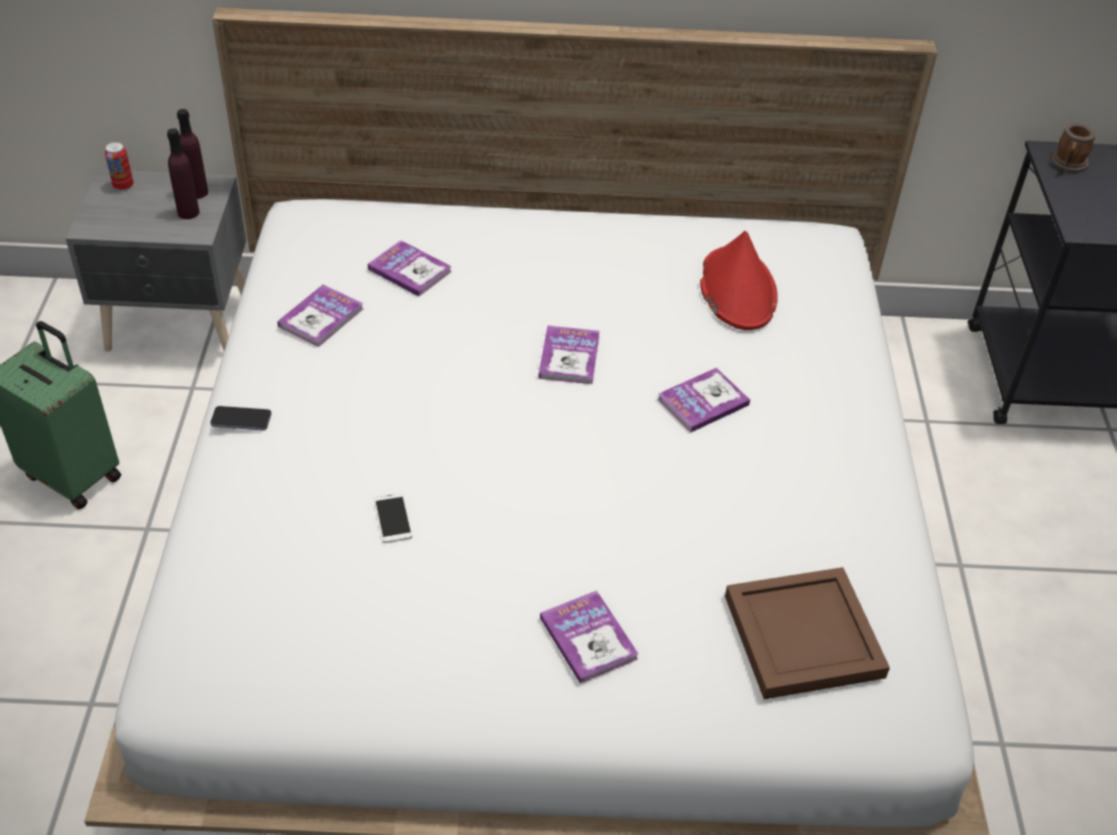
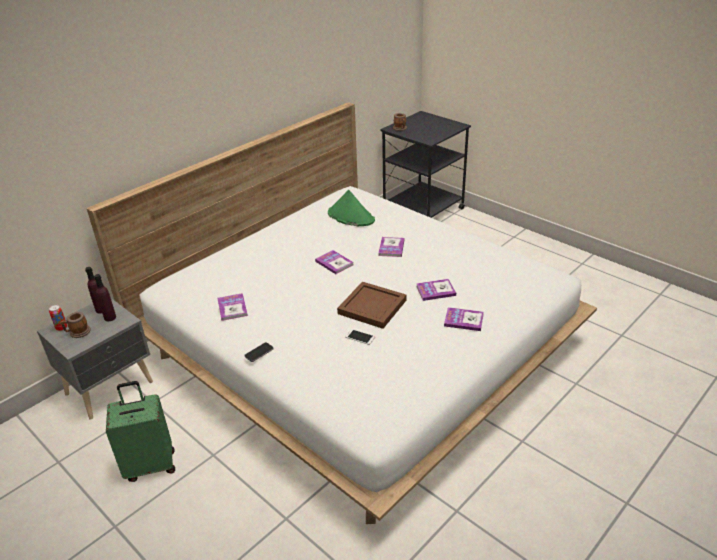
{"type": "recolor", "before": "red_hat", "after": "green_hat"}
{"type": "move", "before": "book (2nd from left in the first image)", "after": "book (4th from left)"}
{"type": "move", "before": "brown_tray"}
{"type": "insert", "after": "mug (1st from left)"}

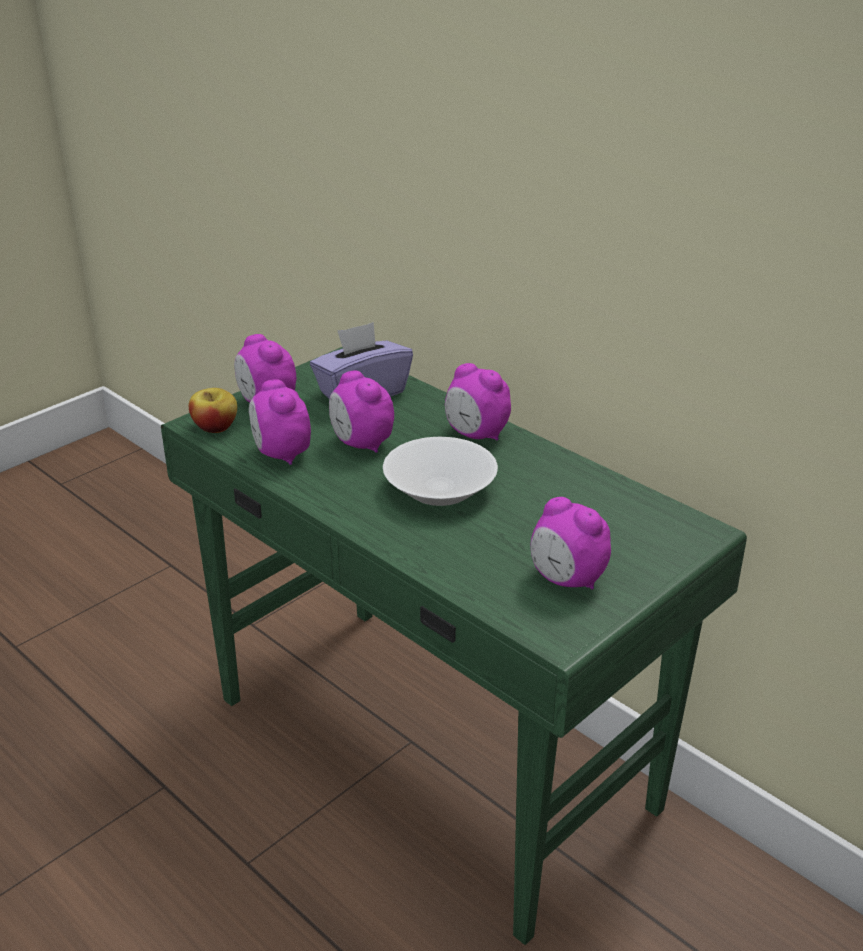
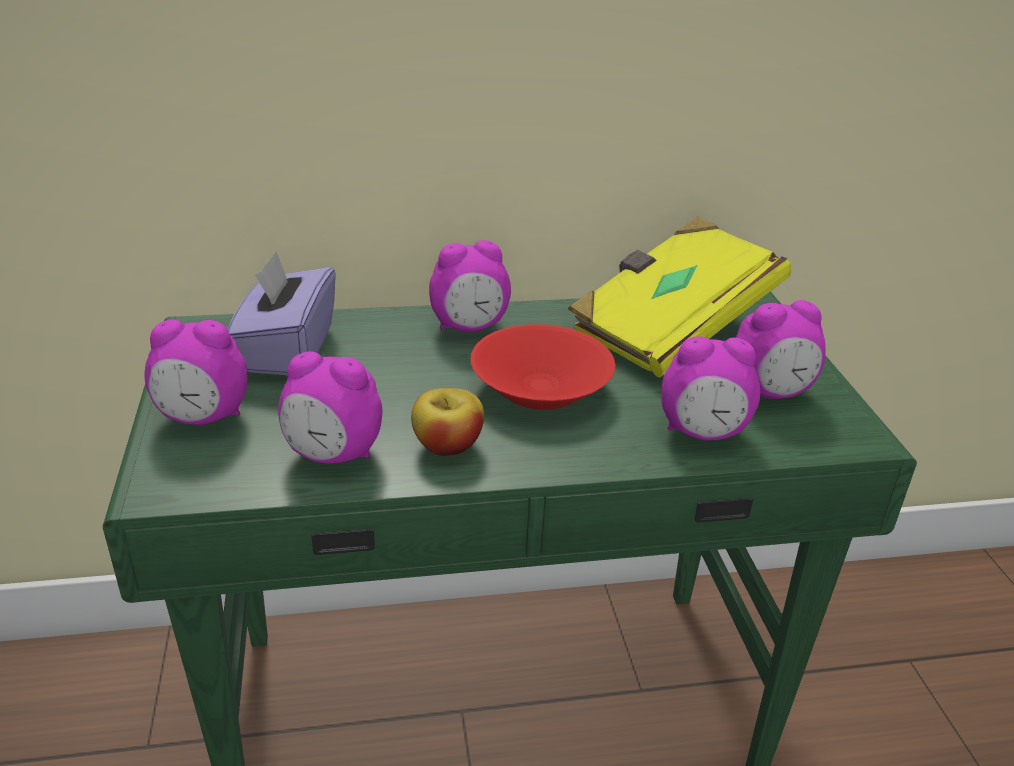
{"type": "move", "before": "alarm_clock (3rd from left in the first image)", "after": "alarm_clock (4th from left)"}
{"type": "move", "before": "apple"}
{"type": "recolor", "before": "white_bowl", "after": "red_bowl"}
{"type": "insert", "after": "yellow_book"}

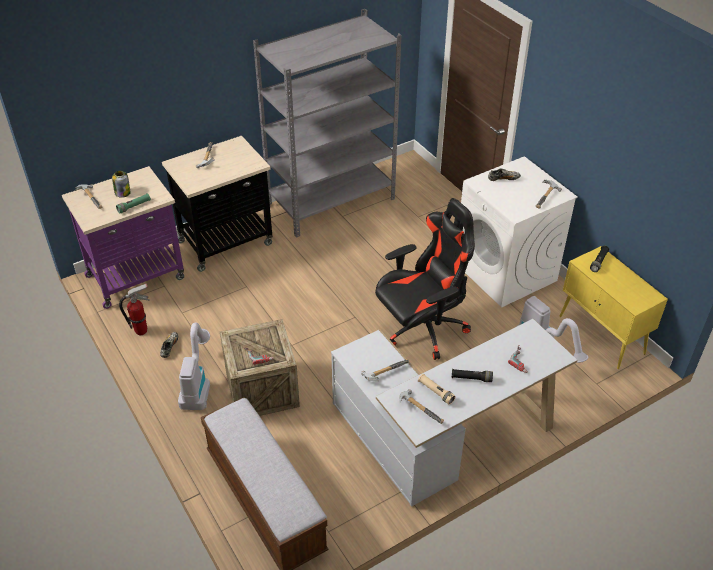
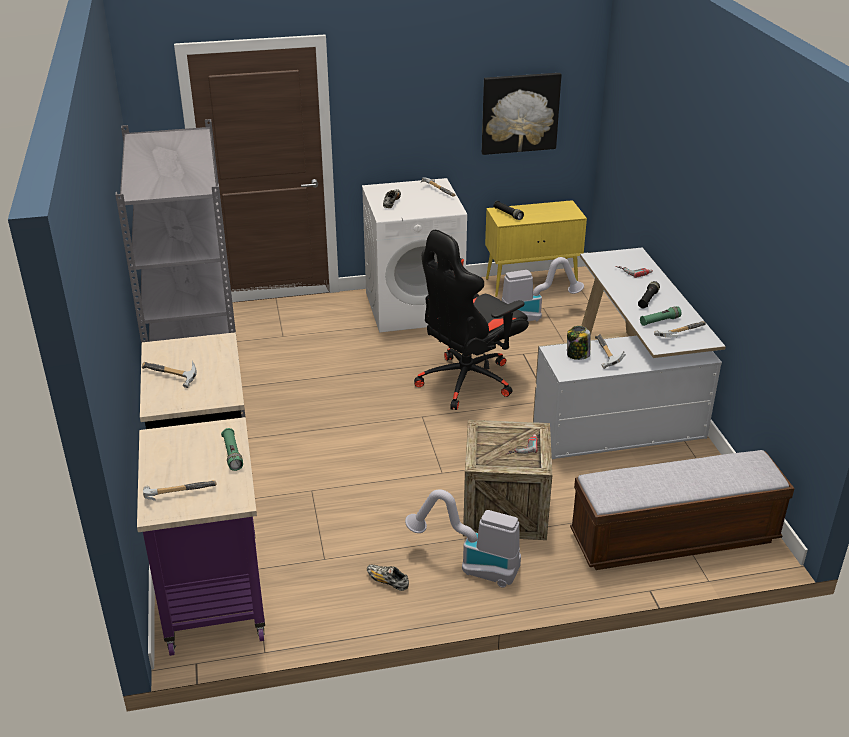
{"type": "move", "before": "jar"}
{"type": "rotate", "before": "black_office_chair", "turn": -120}
{"type": "delete", "before": "fire_extinguisher"}
{"type": "recolor", "before": "beige_flashlight", "after": "green_flashlight (2nd from left)"}
{"type": "insert", "after": "picture"}

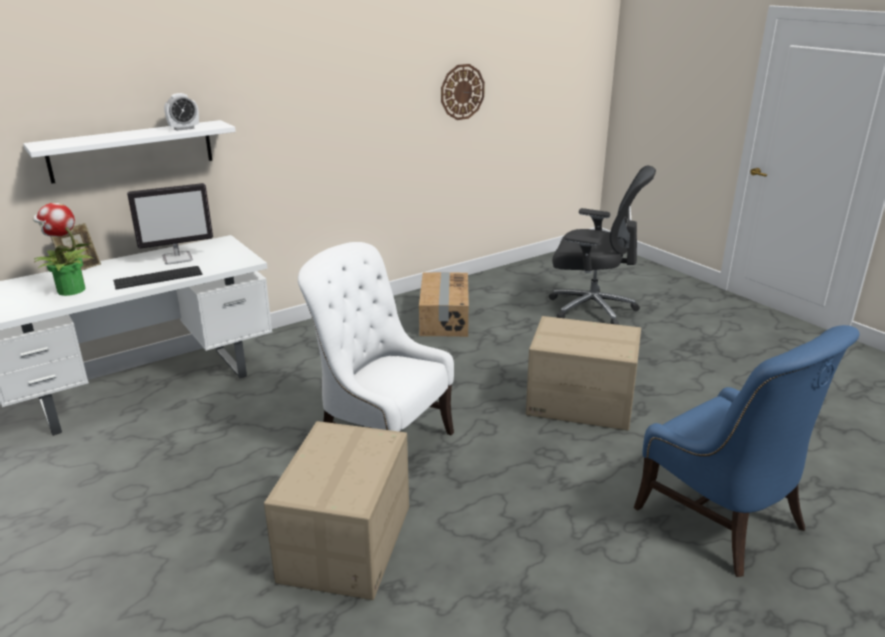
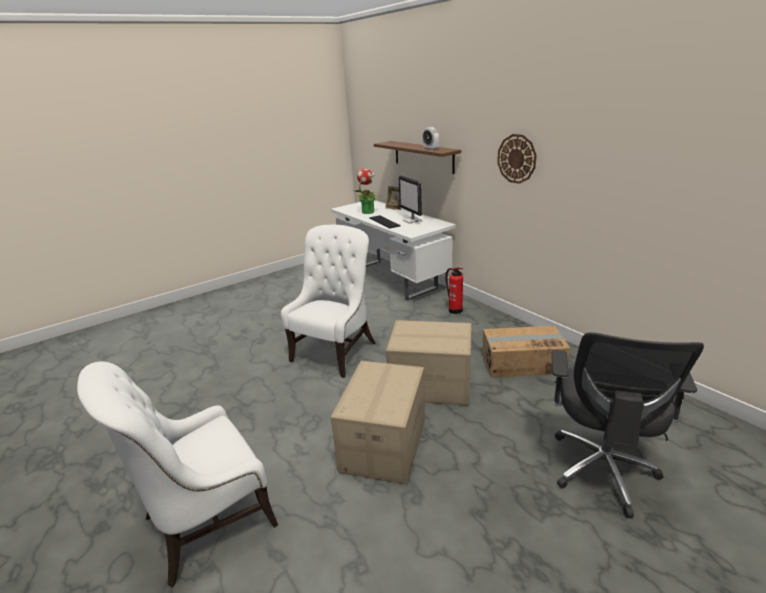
{"type": "move", "before": "wall_clock"}
{"type": "recolor", "before": "white_shelf", "after": "brown_shelf"}
{"type": "recolor", "before": "blue_chair", "after": "white_chair (1st from left)"}
{"type": "move", "before": "cardboard_box (1st from left in the first image)", "after": "cardboard_box (2nd from left)"}
{"type": "insert", "after": "fire_extinguisher"}

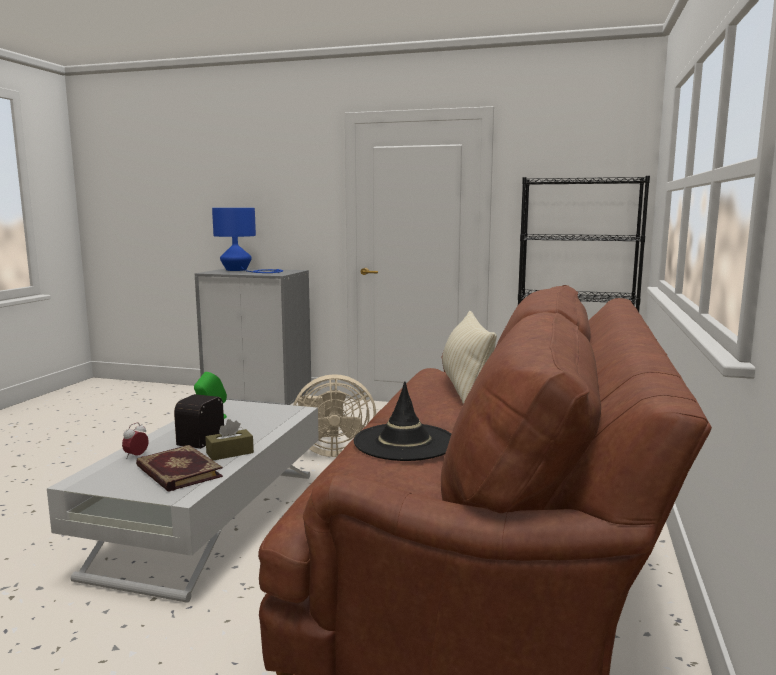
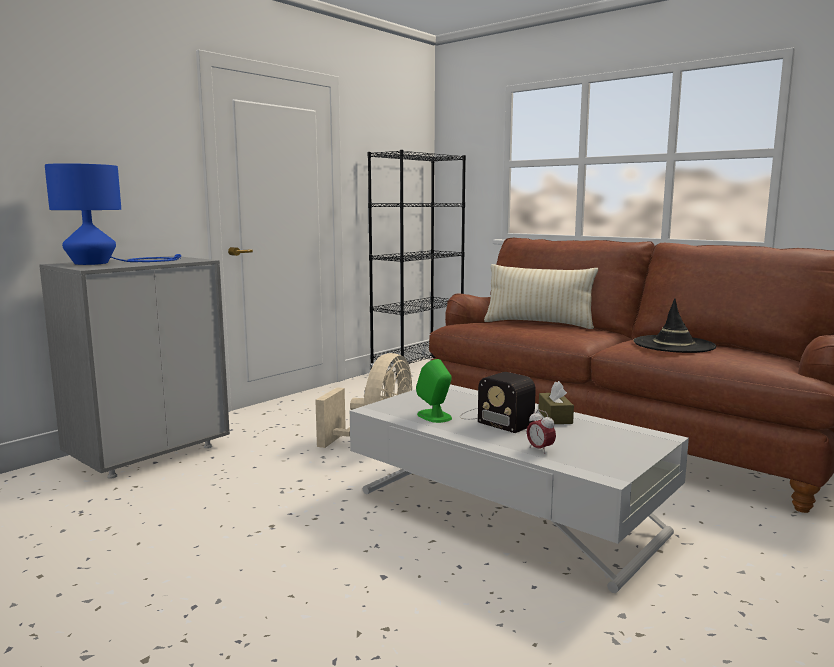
{"type": "delete", "before": "book"}

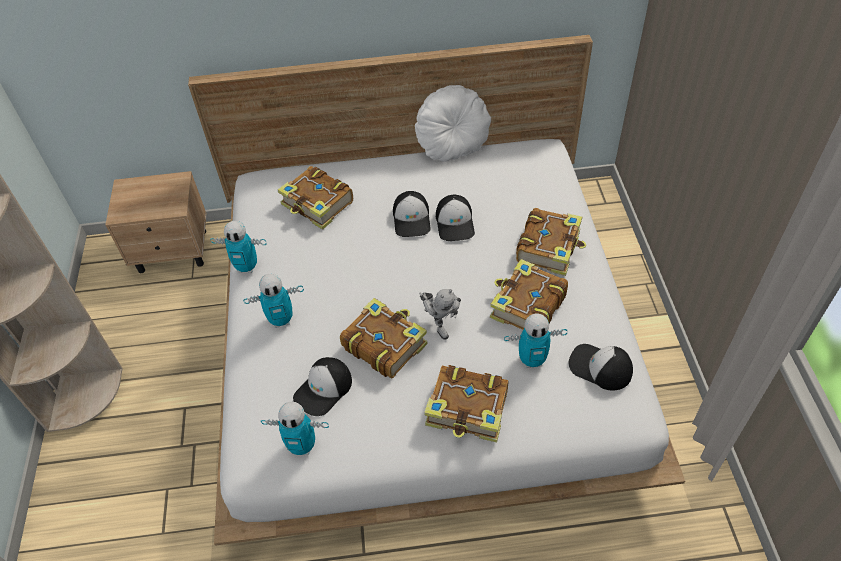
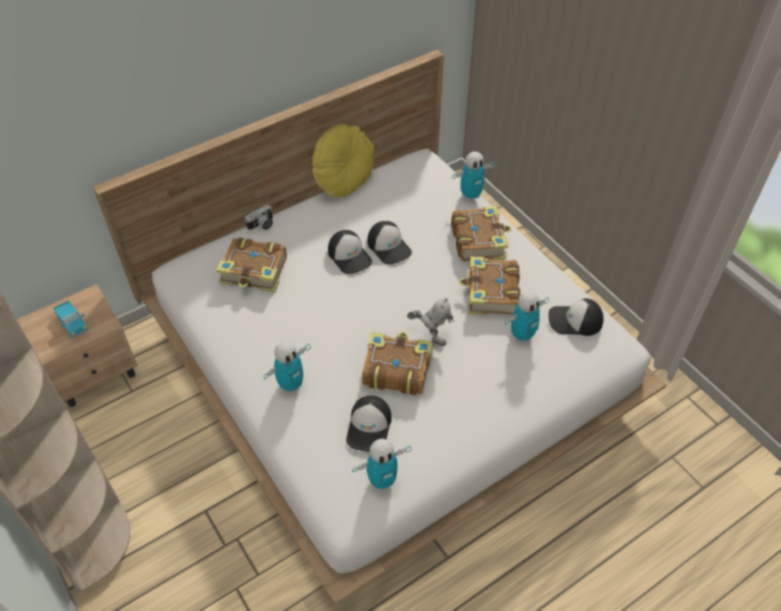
{"type": "recolor", "before": "white_pillow", "after": "yellow_pillow"}
{"type": "move", "before": "toy_robot (1st from left in the first image)", "after": "toy_robot (4th from left)"}
{"type": "delete", "before": "book (3rd from left)"}
{"type": "insert", "after": "photo_camera"}
{"type": "insert", "after": "toy_truck"}

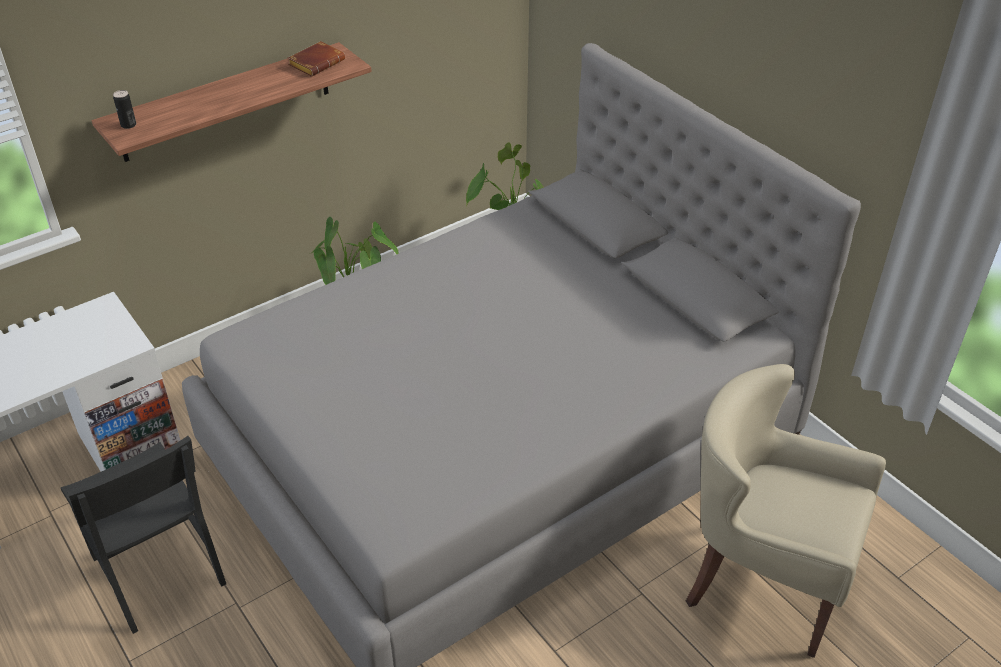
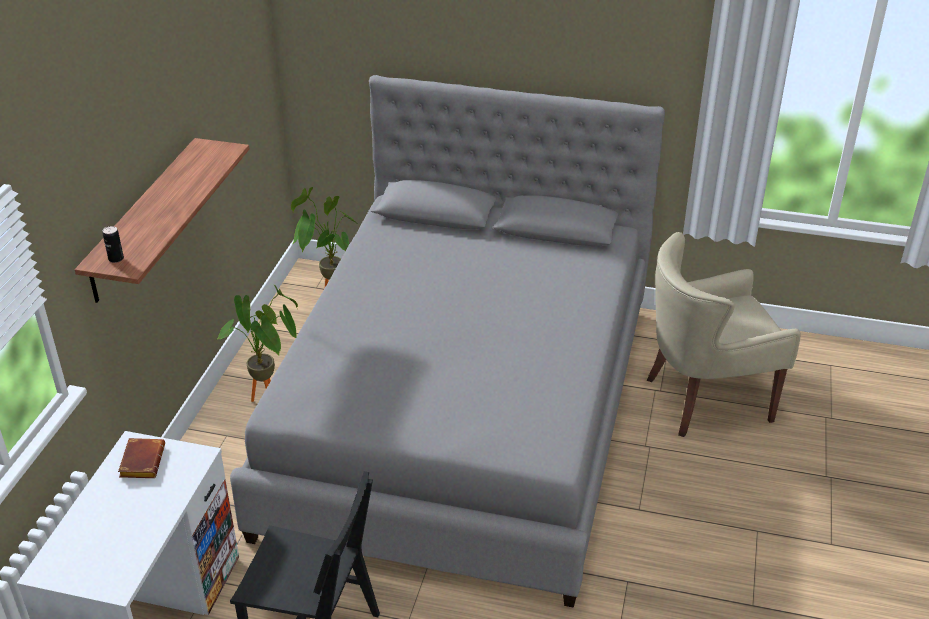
{"type": "move", "before": "brown_book"}

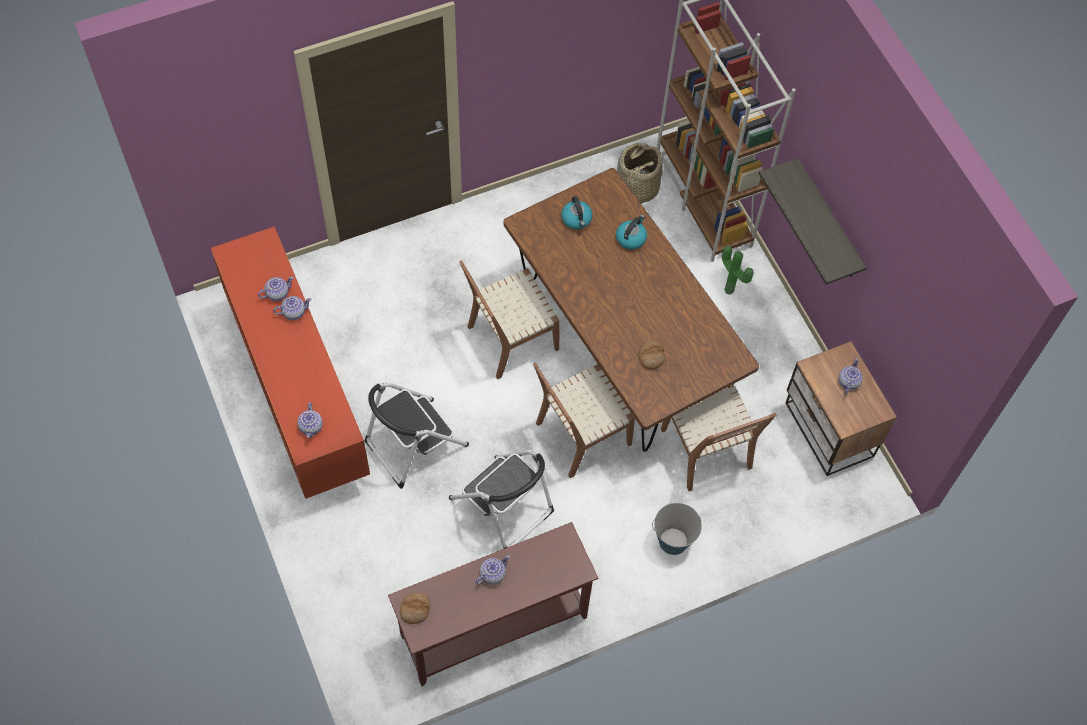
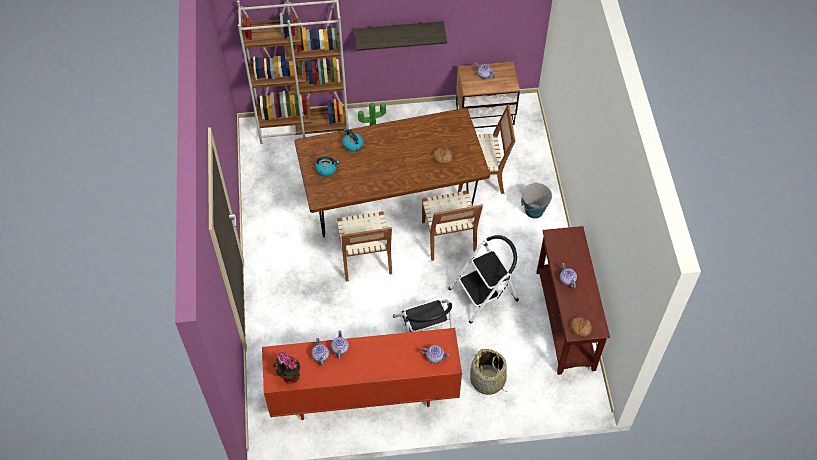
{"type": "move", "before": "basket"}
{"type": "insert", "after": "potted_plant (1st from left)"}

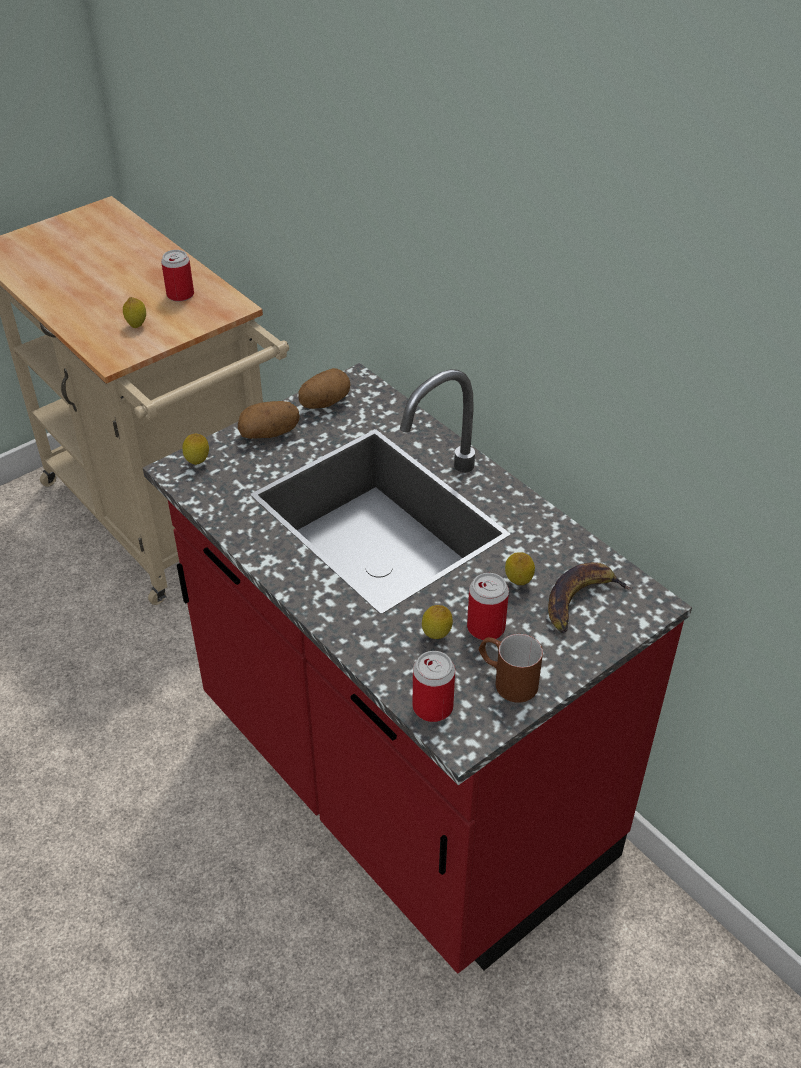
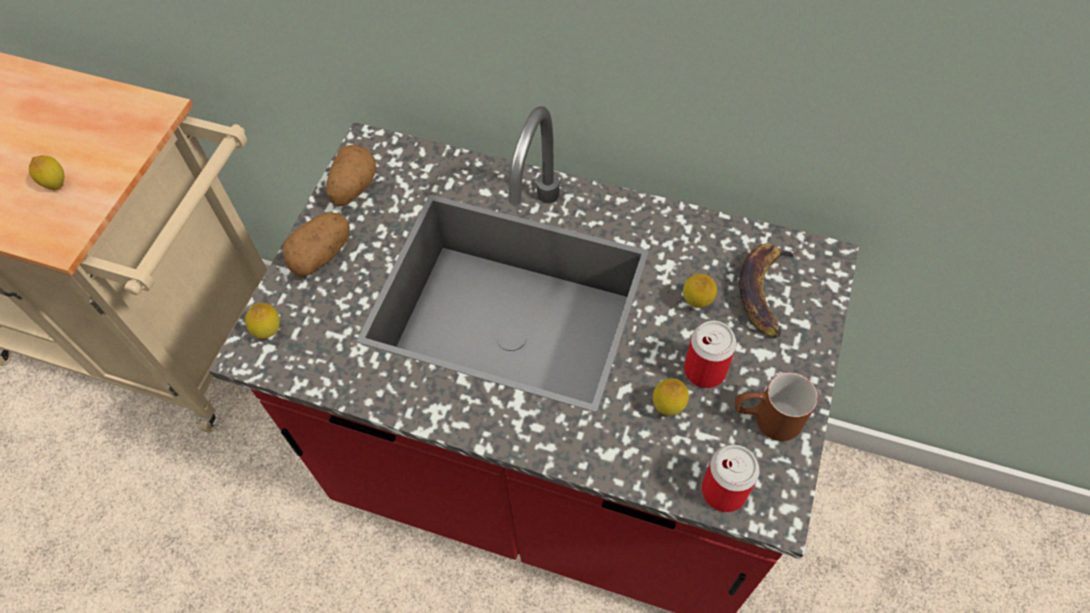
{"type": "delete", "before": "can (1st from left)"}

